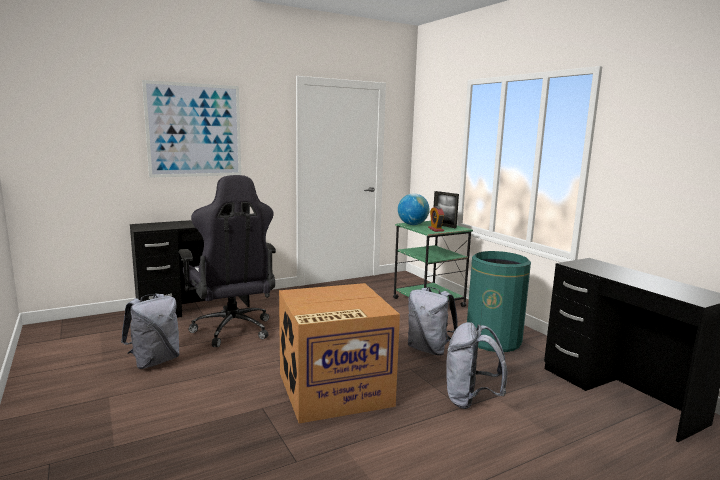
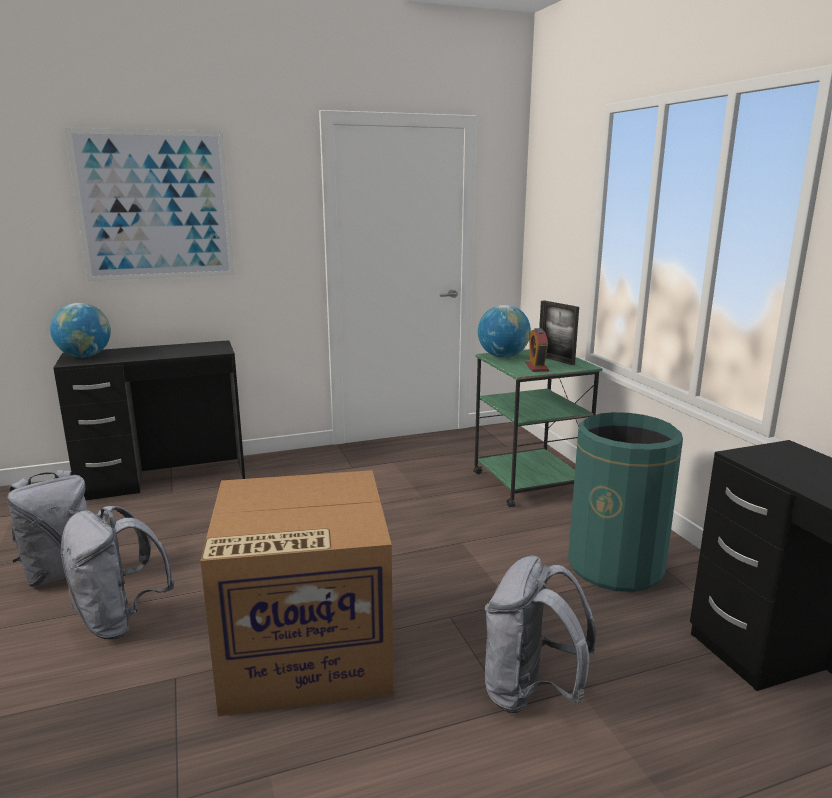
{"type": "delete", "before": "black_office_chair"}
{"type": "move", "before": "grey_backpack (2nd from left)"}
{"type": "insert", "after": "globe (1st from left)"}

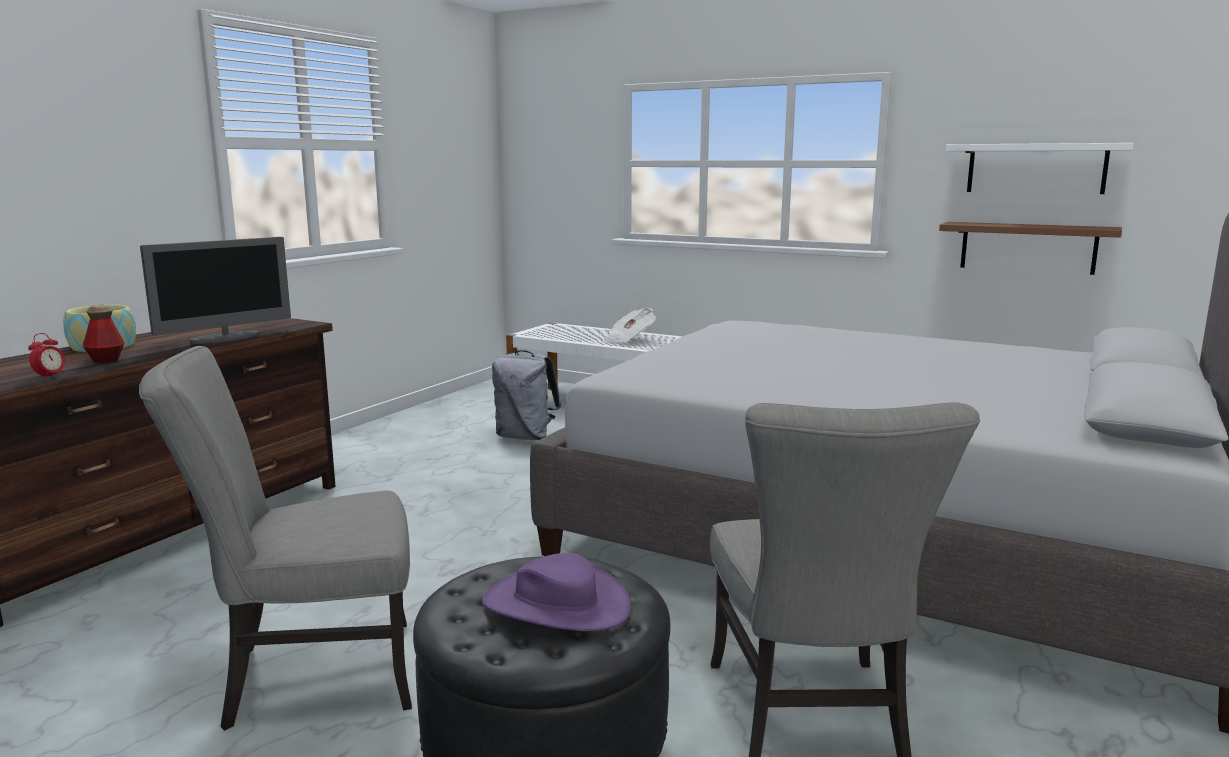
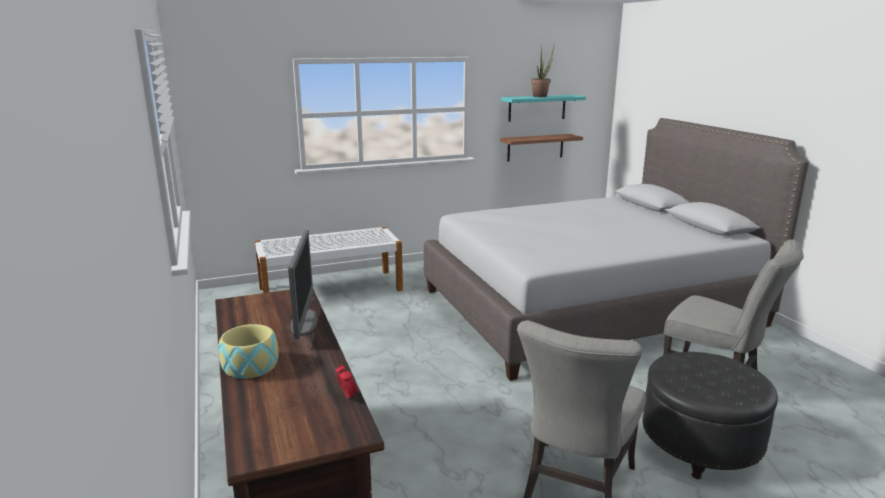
{"type": "recolor", "before": "white_shelf", "after": "turquoise_shelf"}
{"type": "delete", "before": "bottle"}
{"type": "delete", "before": "newspaper"}
{"type": "delete", "before": "grey_backpack"}
{"type": "delete", "before": "purple_hat"}
{"type": "insert", "after": "potted_plant"}

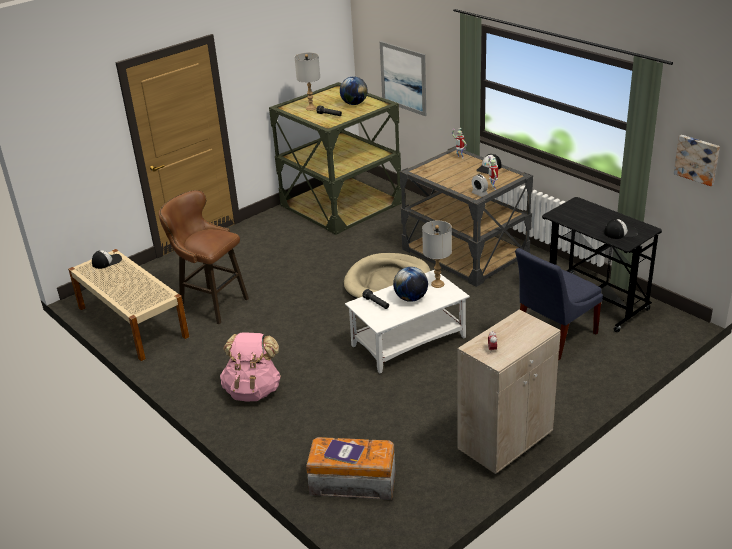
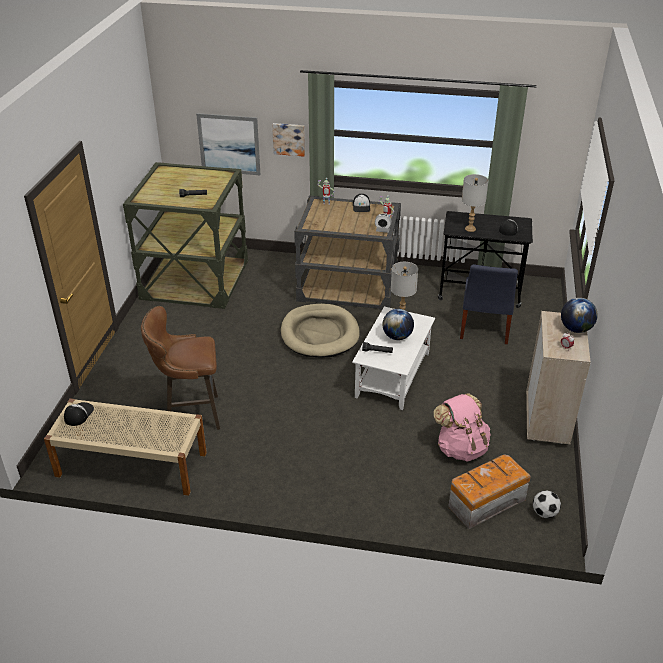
{"type": "move", "before": "grey_table_lamp (1st from left in the first image)", "after": "grey_table_lamp (2nd from left)"}
{"type": "move", "before": "globe (1st from left in the first image)", "after": "globe (2nd from left)"}
{"type": "move", "before": "picture (2nd from left)"}
{"type": "move", "before": "pink_backpack"}
{"type": "delete", "before": "book"}
{"type": "insert", "after": "football"}

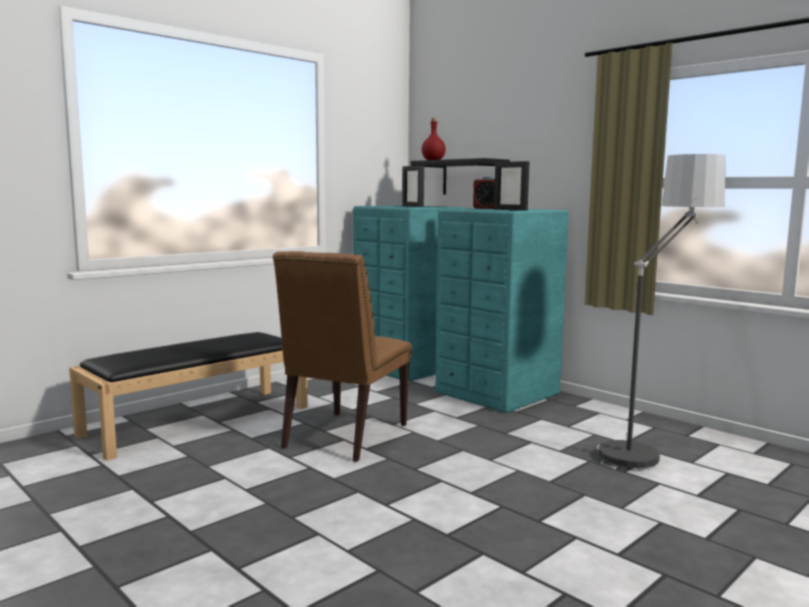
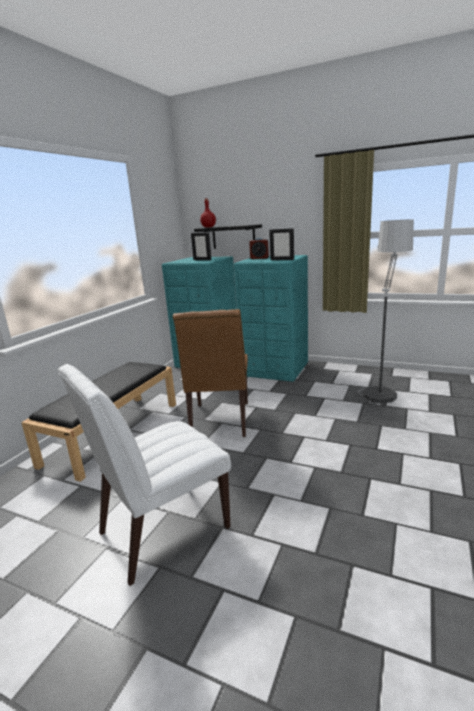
{"type": "insert", "after": "white_chair"}

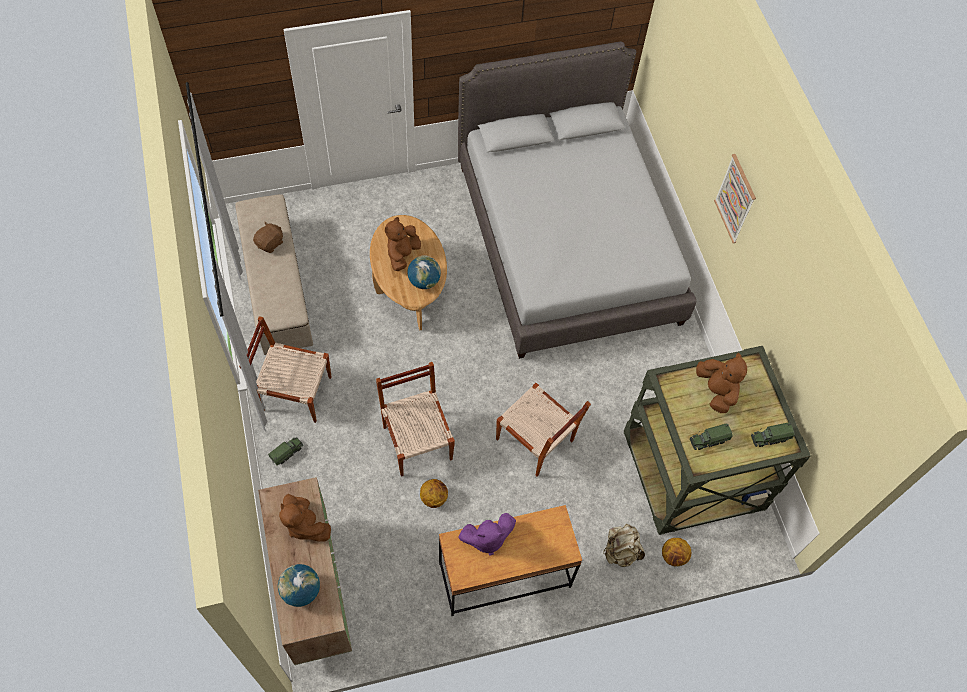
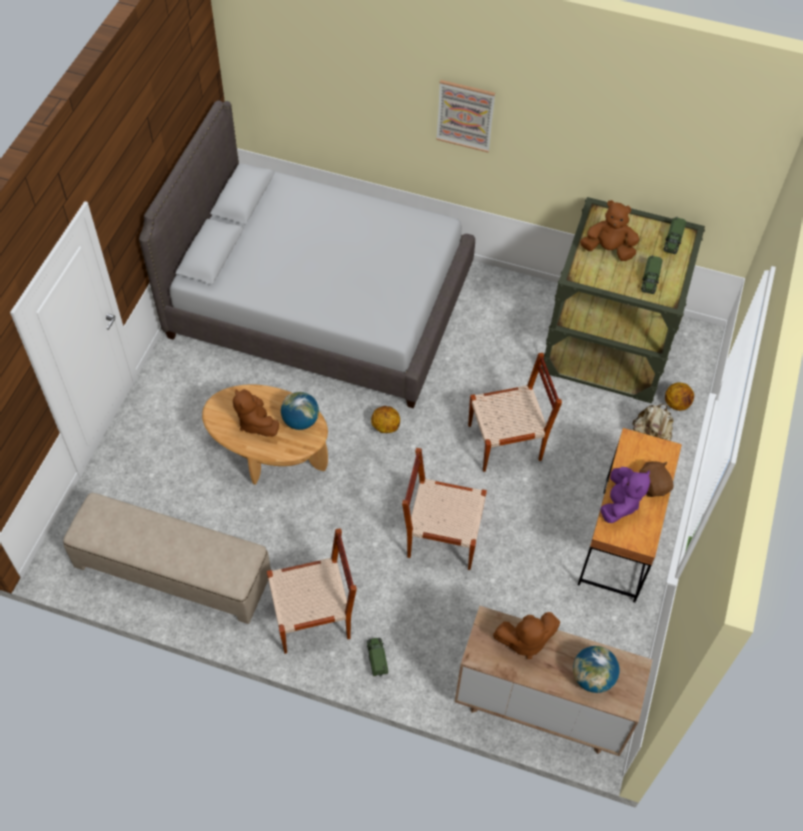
{"type": "move", "before": "brown_plush_toy (1st from left in the first image)", "after": "brown_plush_toy (4th from left)"}
{"type": "rotate", "before": "chair (1st from left)", "turn": -150}
{"type": "move", "before": "basketball (1st from left)"}

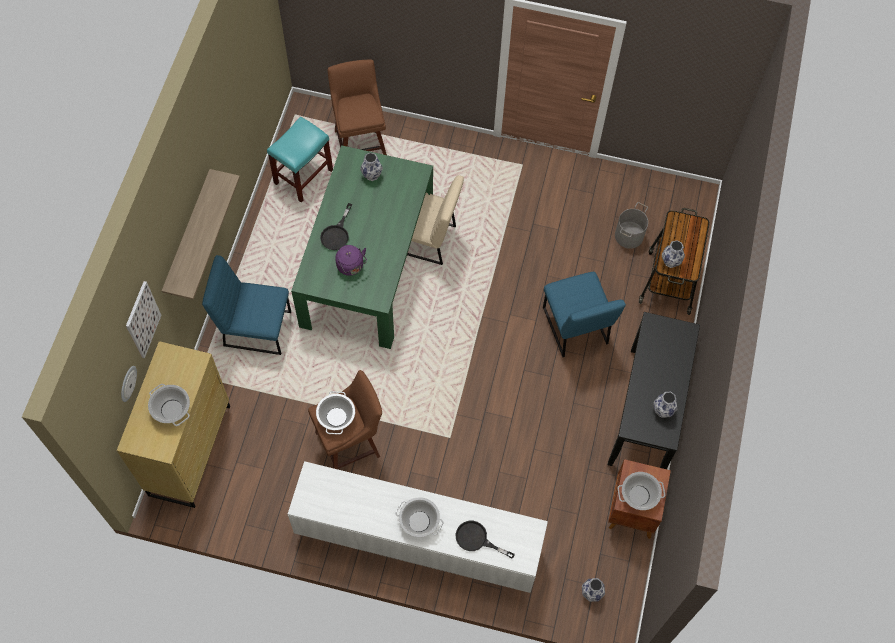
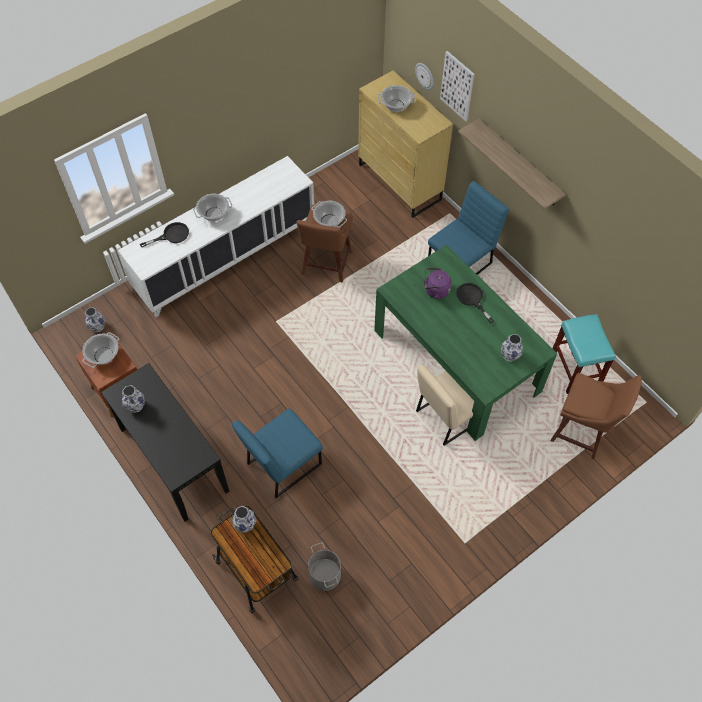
{"type": "rotate", "before": "blue_chair (2nd from left in the first image)", "turn": -60}

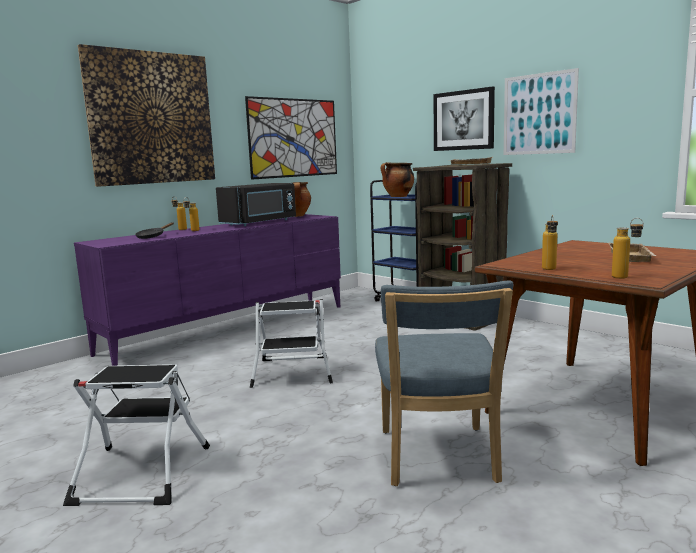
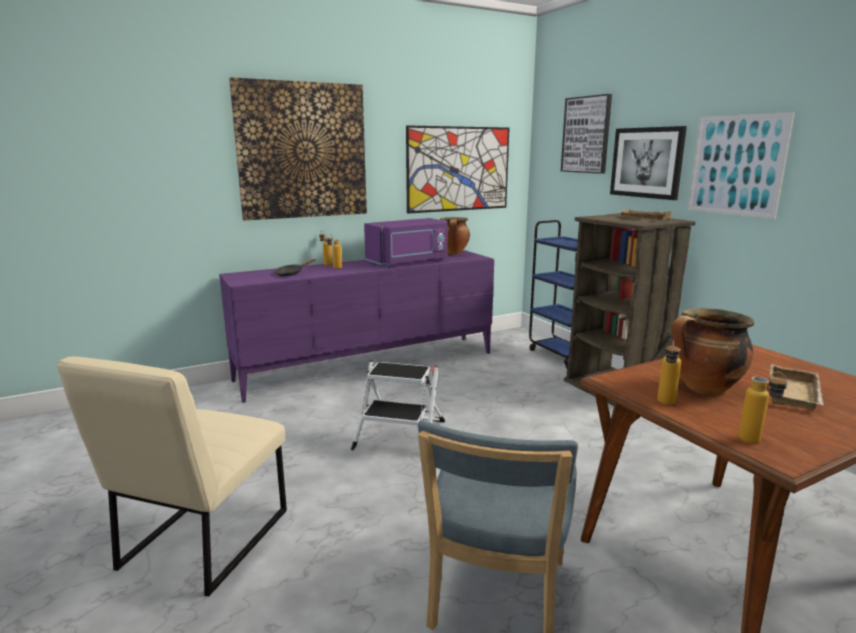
{"type": "move", "before": "cooking_pot (2nd from left)"}
{"type": "recolor", "before": "black_microwave", "after": "purple_microwave"}
{"type": "replace", "before": "step_ladder (1st from left)", "after": "beige_chair"}
{"type": "insert", "after": "picture (3rd from left)"}

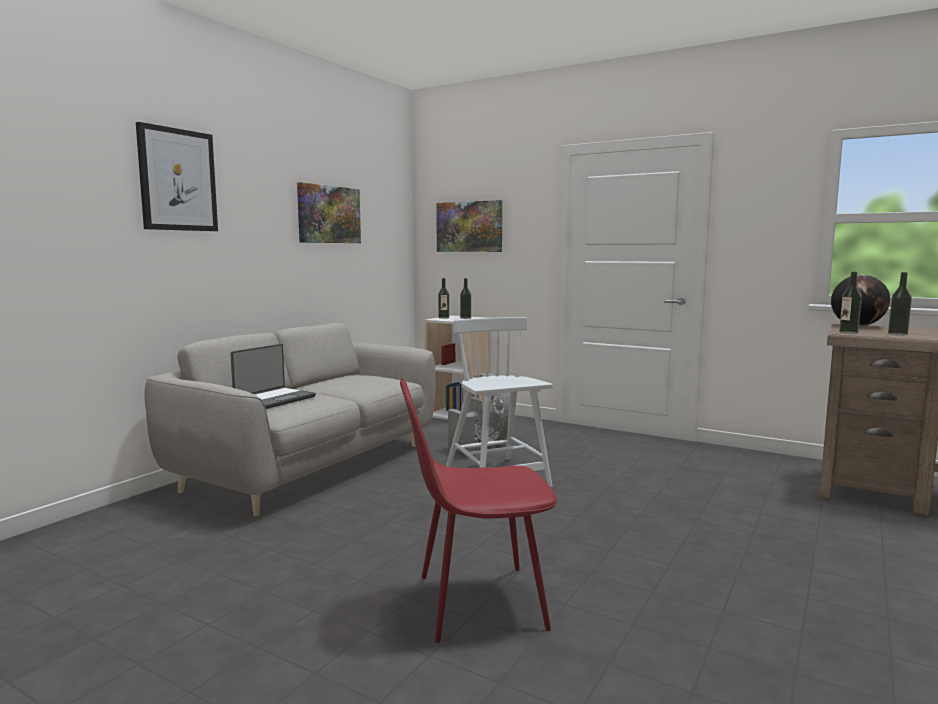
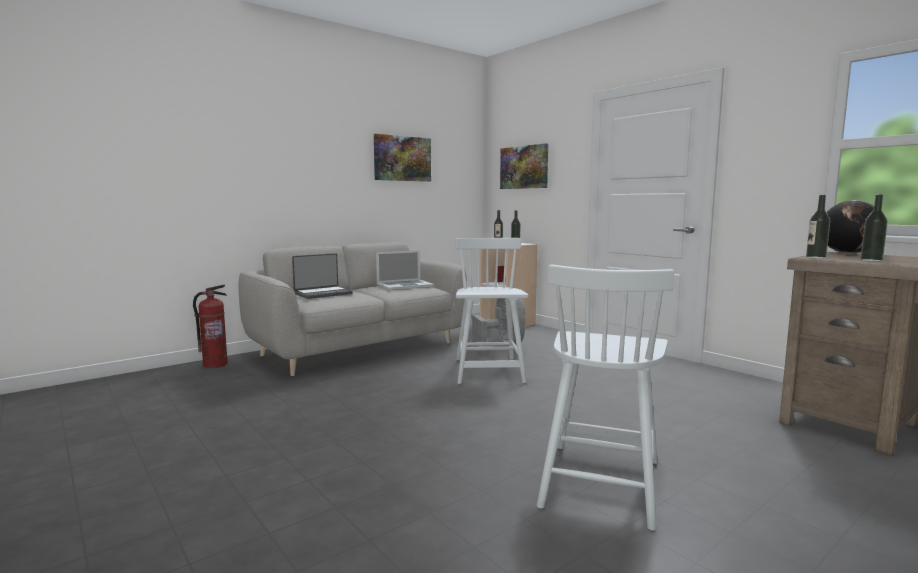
{"type": "delete", "before": "picture (1st from left)"}
{"type": "delete", "before": "red_chair"}
{"type": "insert", "after": "laptop (2nd from left)"}
{"type": "insert", "after": "white_chair (2nd from left)"}
{"type": "insert", "after": "fire_extinguisher"}

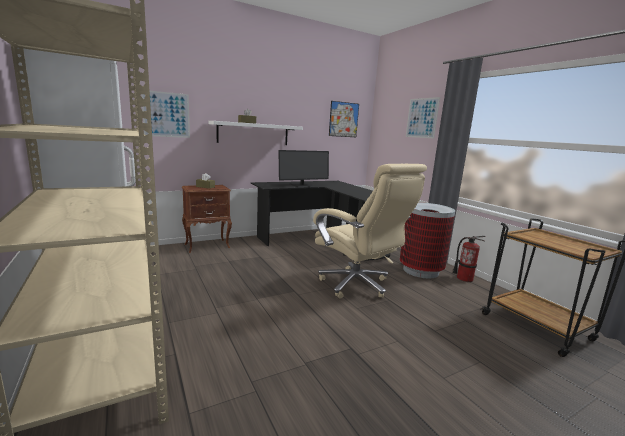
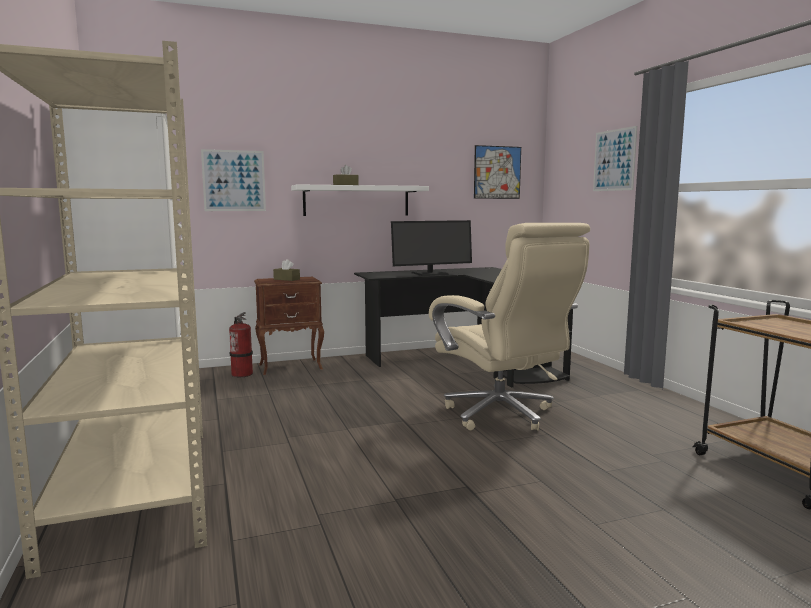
{"type": "delete", "before": "trash_can"}
{"type": "move", "before": "fire_extinguisher"}

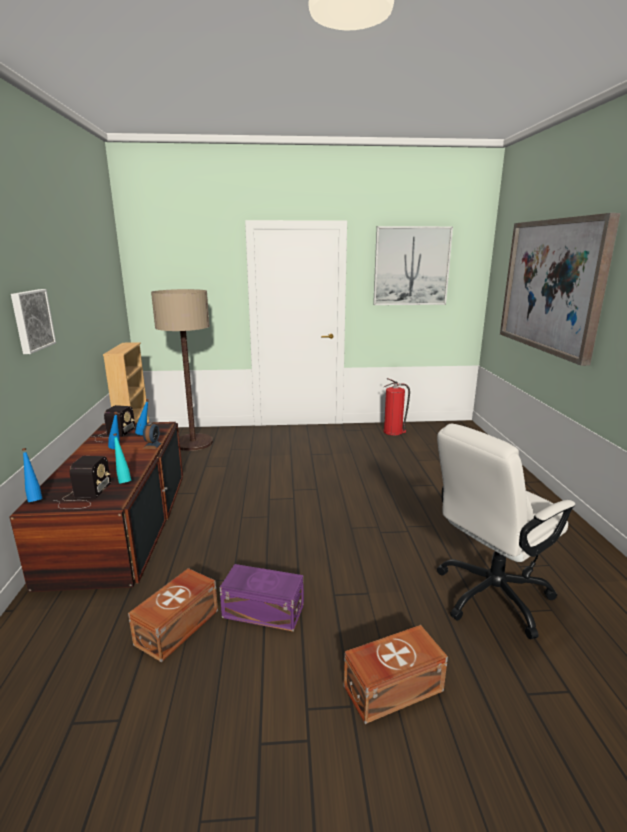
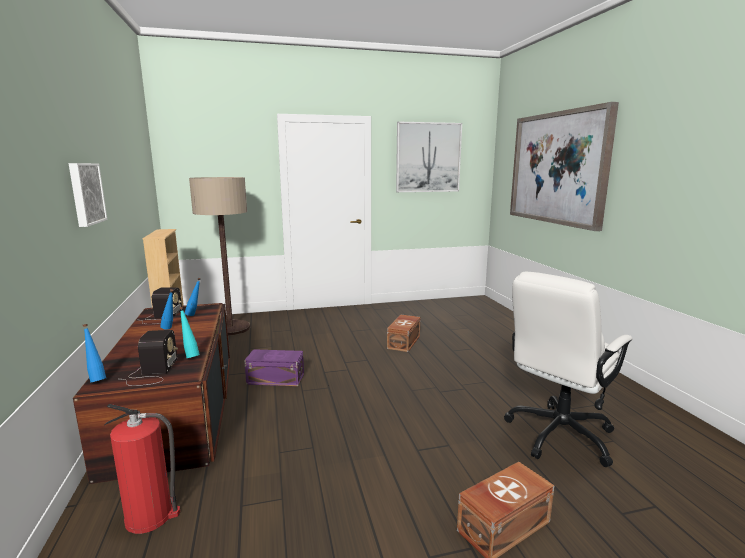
{"type": "move", "before": "fire_extinguisher"}
{"type": "delete", "before": "alarm_clock"}
{"type": "move", "before": "purple_storage_box"}
{"type": "move", "before": "brown_storage_box (1st from left)"}

